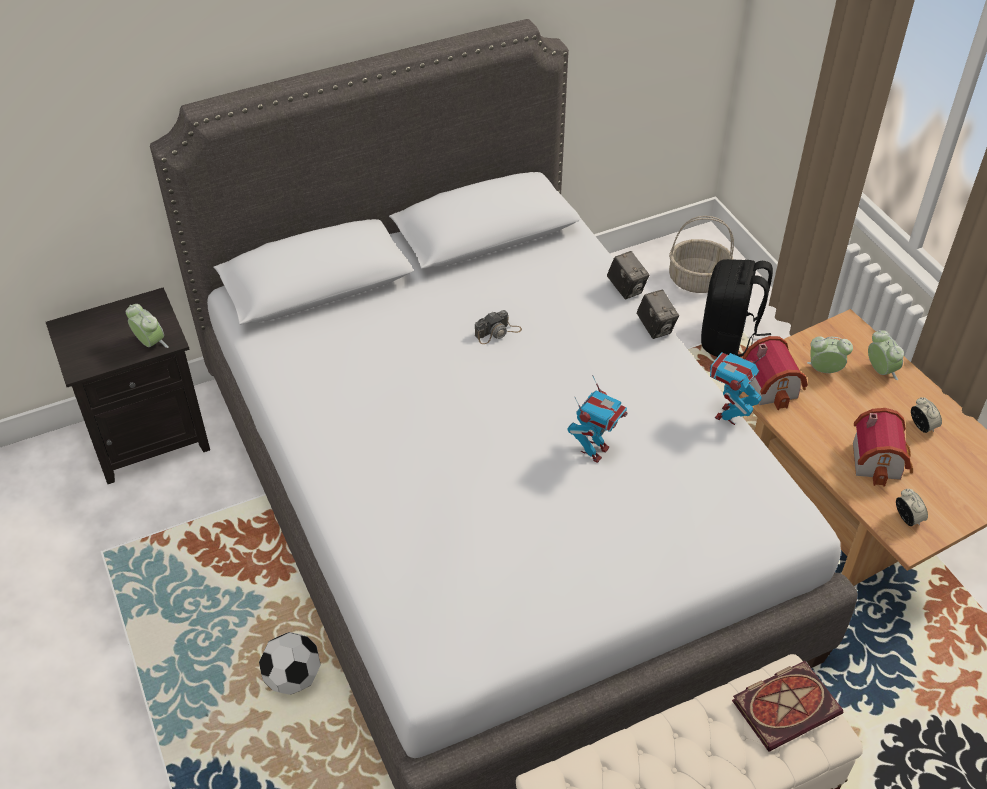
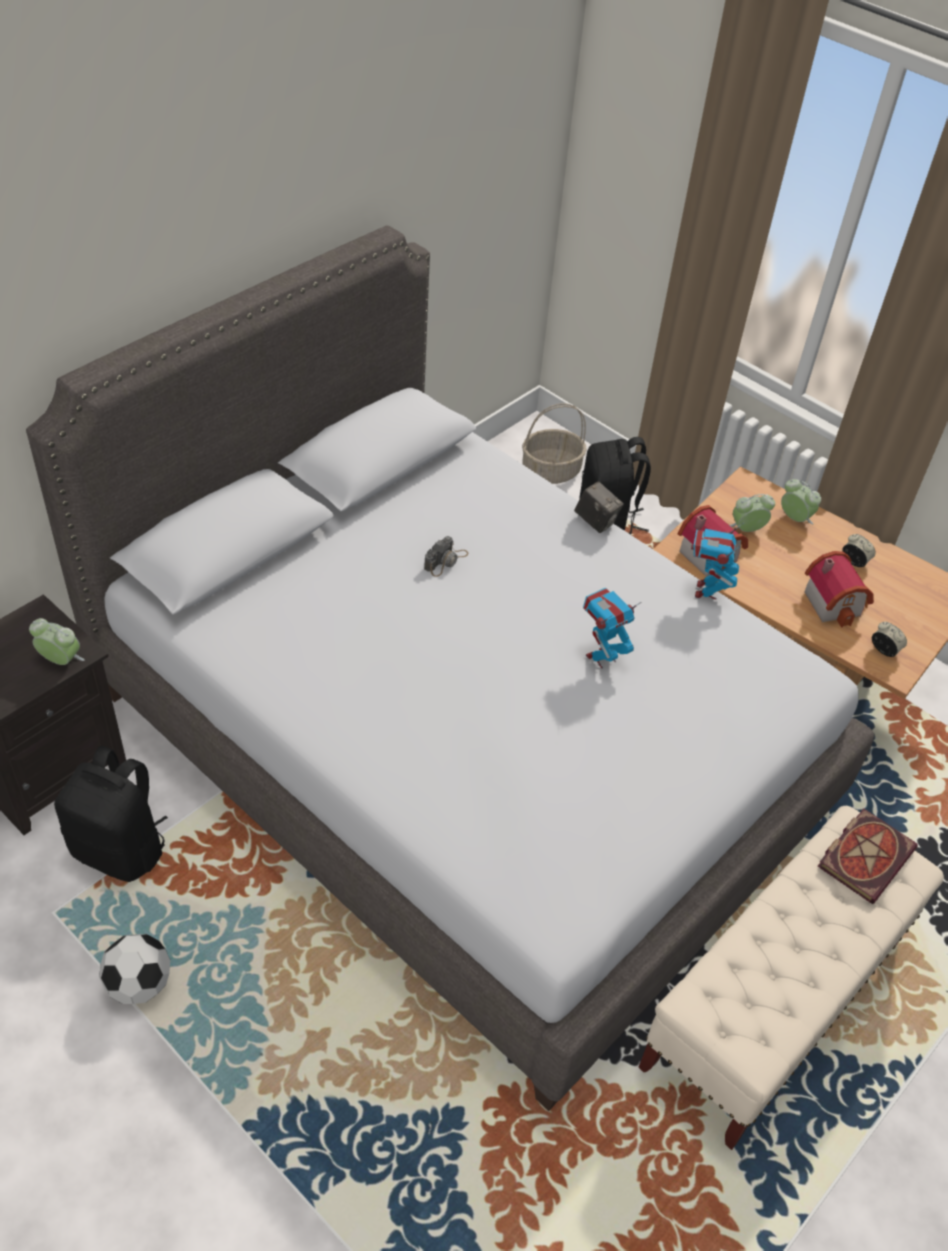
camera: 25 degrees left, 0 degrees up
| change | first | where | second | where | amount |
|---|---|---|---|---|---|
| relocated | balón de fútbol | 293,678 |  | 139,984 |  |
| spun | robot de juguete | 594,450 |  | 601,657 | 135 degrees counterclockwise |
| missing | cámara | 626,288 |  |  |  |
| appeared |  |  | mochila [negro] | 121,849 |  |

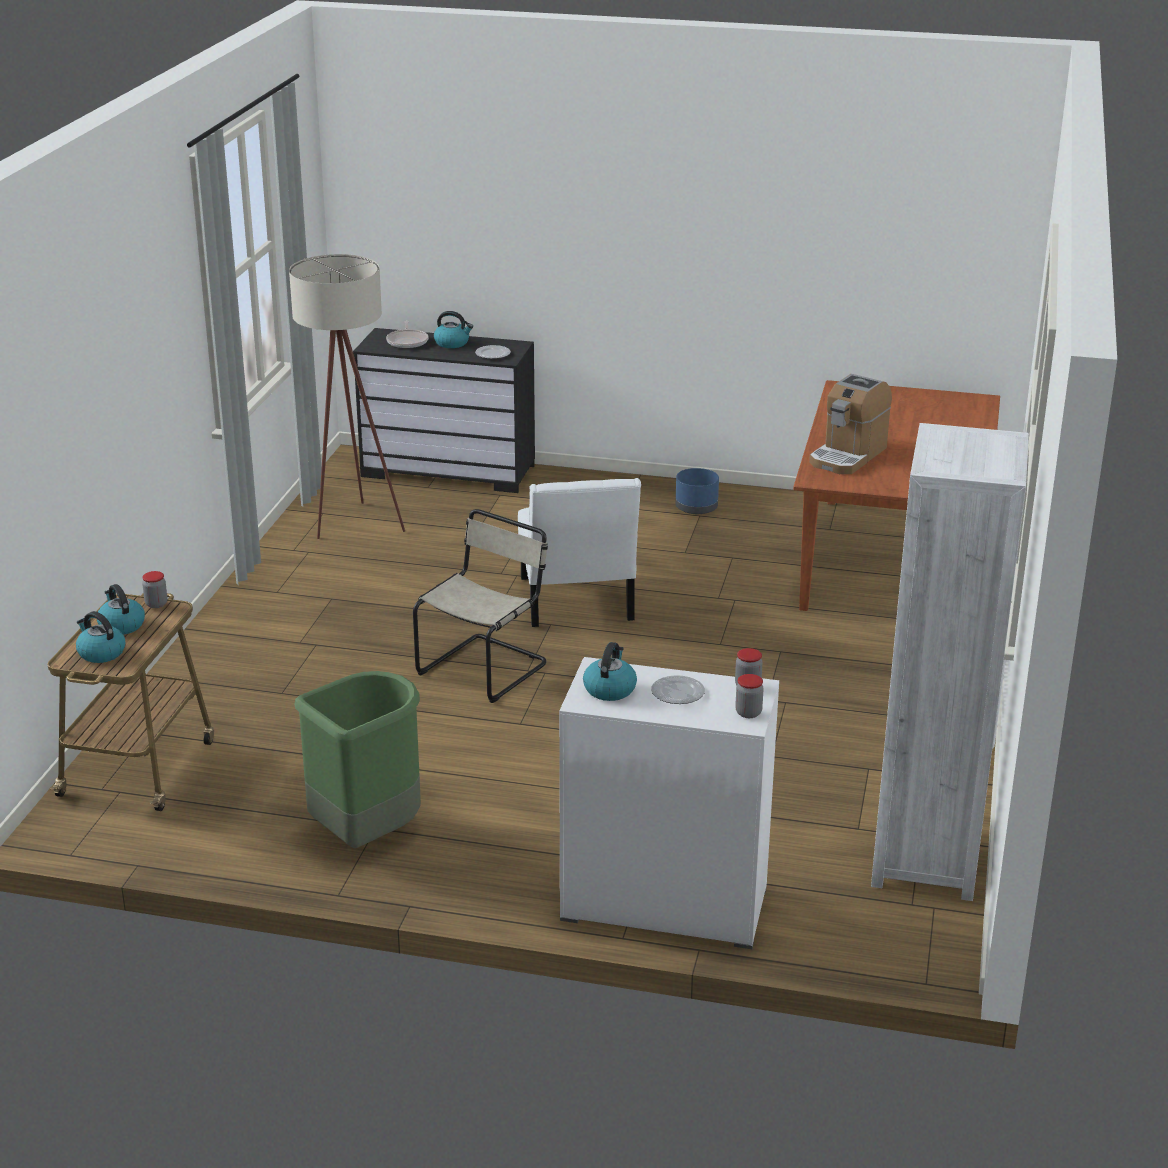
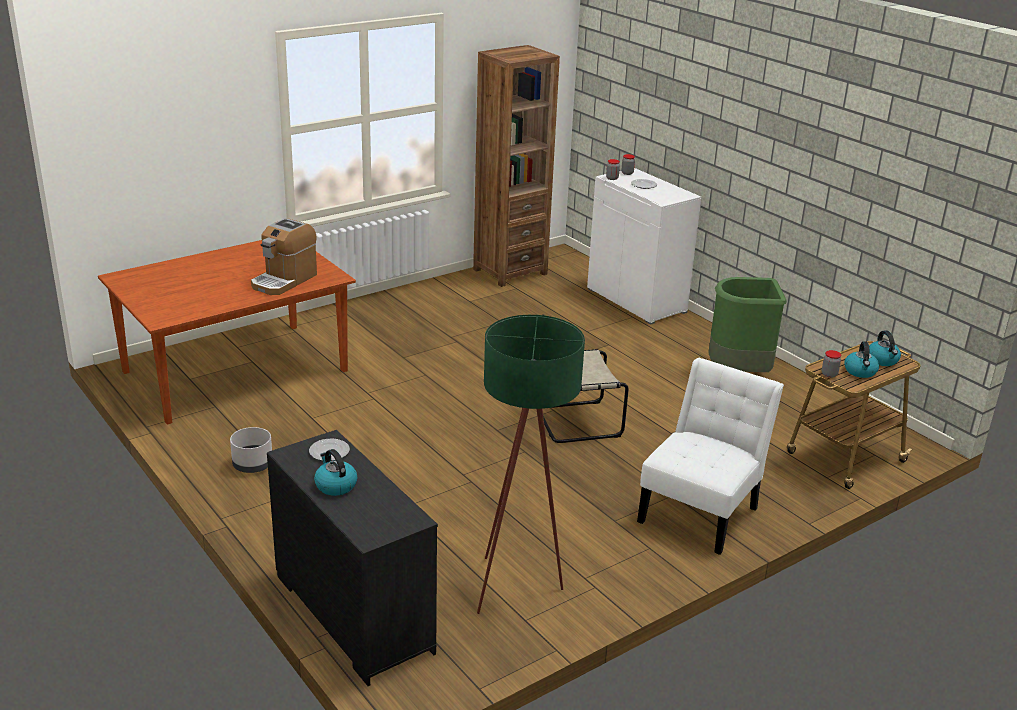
camera: 140 degrees left, 0 degrees up
| change | first | where | second | where | amount |
|---|---|---|---|---|---|
| colour | lámpara de pie [beis] | 352,527 | lámpara de pie [verde] | 520,587 |  |
| missing | sartén | 407,341 |  |  |  |
| relocated | silla [blanco] | 576,603 |  | 701,512 |  |
| missing | hervidor | 609,689 |  |  |  |
| colour | maceta [azul] | 696,508 | maceta [gris] | 252,465 |  |
| spun | cafetera | 848,456 |  | 284,280 | 135 degrees clockwise |
| colour | estantería [blanco] | 926,859 | estantería [marrón] | 510,272 |  |

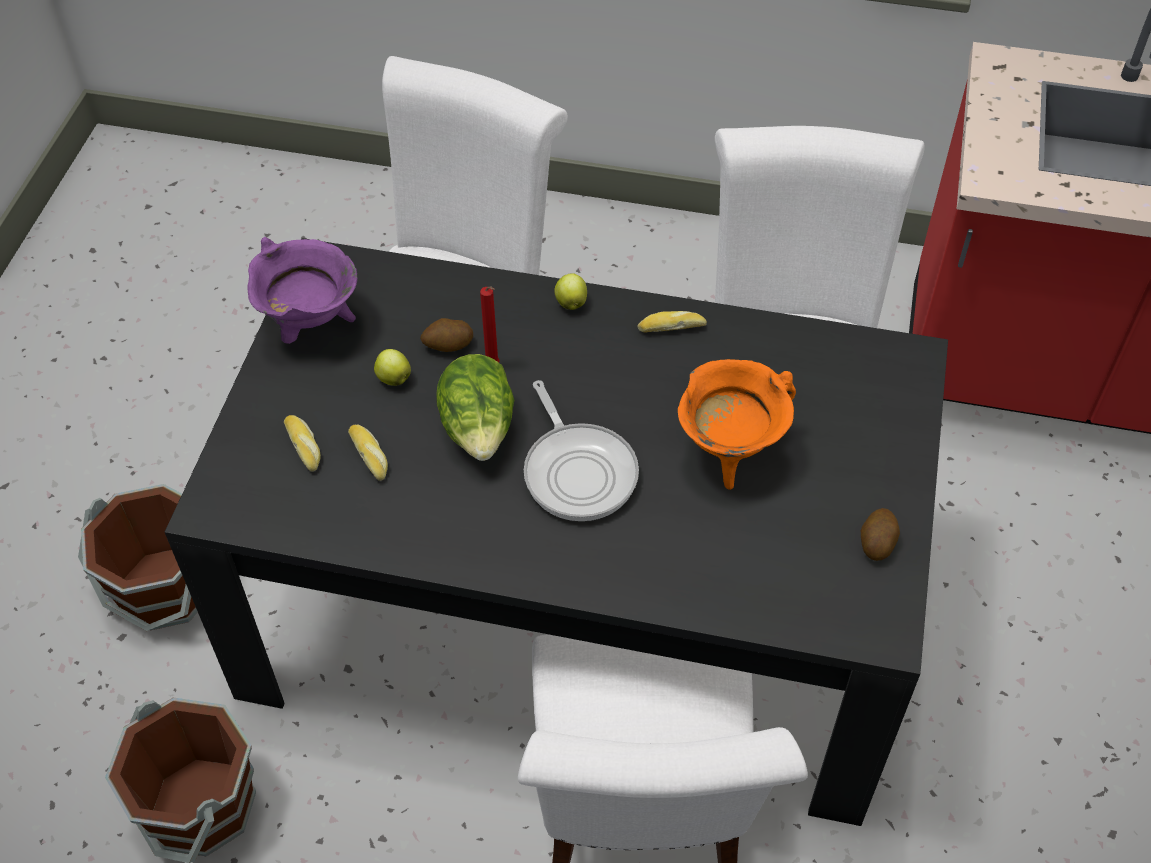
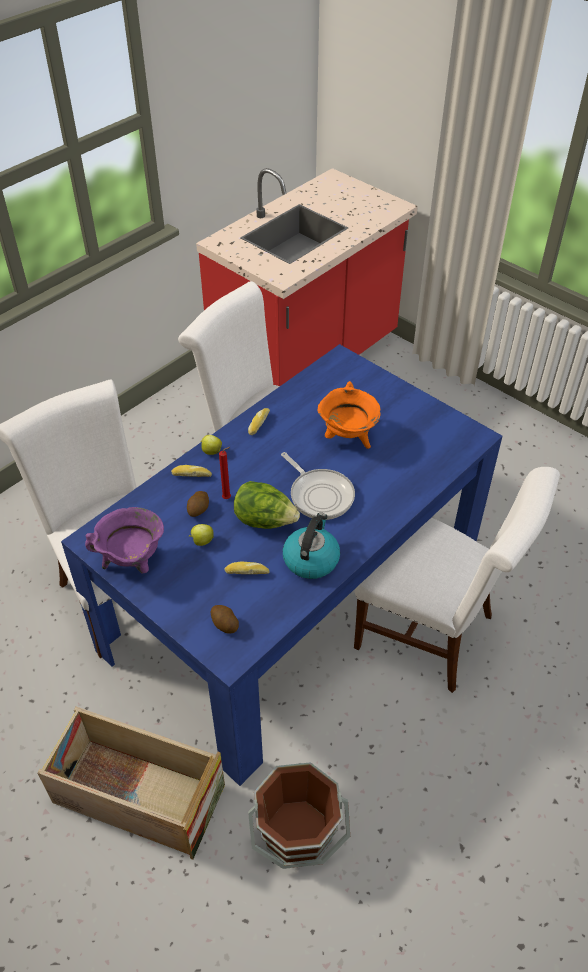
camera: 60 degrees left, 5 degrees down
| change | first | where | second | where | amount |
|---|---|---|---|---|---|
| exchanged | cubo [marrón] | 164,589 | caja de embalaje | 137,795 |  |
| colour | mesa de comedor [negro] | 578,606 | mesa de comedor [azul] | 294,598 |  |
| relocated | pan | 305,446 |  | 192,474 |  |
| spun | sartén | 578,471 |  | 319,495 | 45 degrees clockwise |
| relocated | patata | 877,542 |  | 224,624 |  |
| appeared |  |  | hervidor | 311,559 |  |

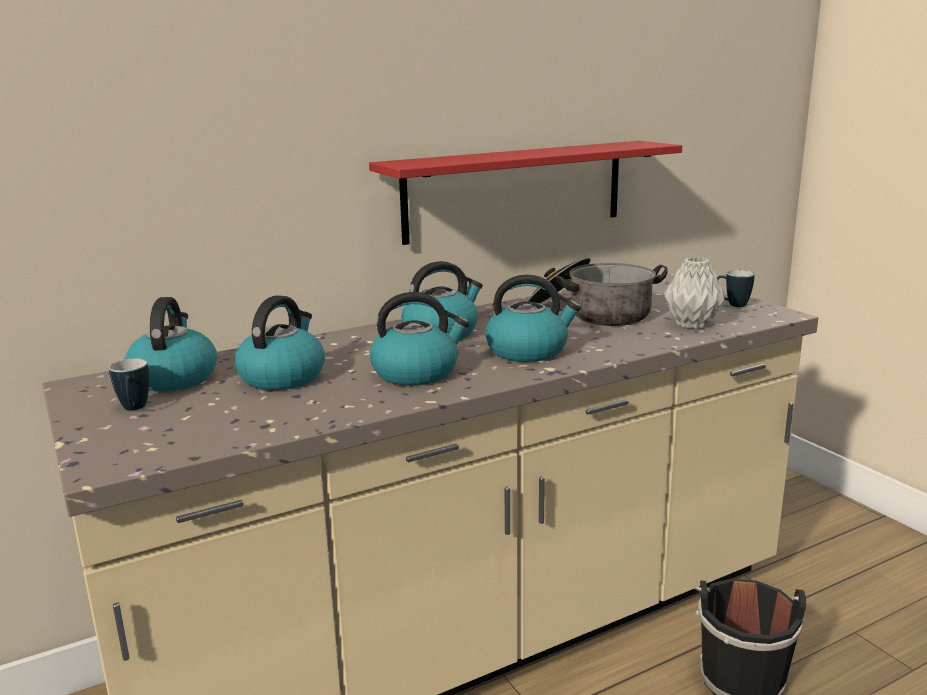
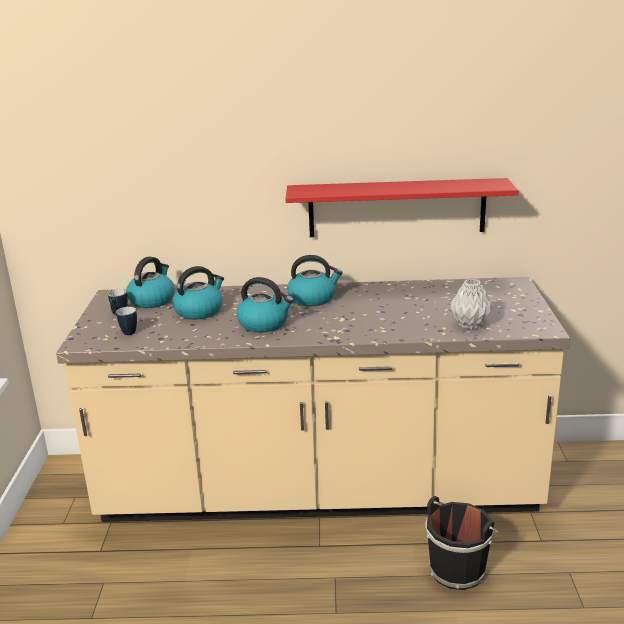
camera: 30 degrees right, 5 degrees up
| change | first | where | second | where | amount |
|---|---|---|---|---|---|
| missing | hervidor | 528,351 |  |  |  |
| missing | olla | 591,314 |  |  |  |
| relocated | taza grande | 732,304 |  | 127,331 |  |

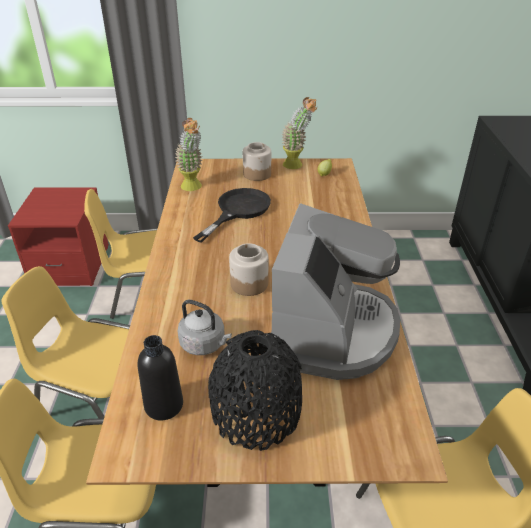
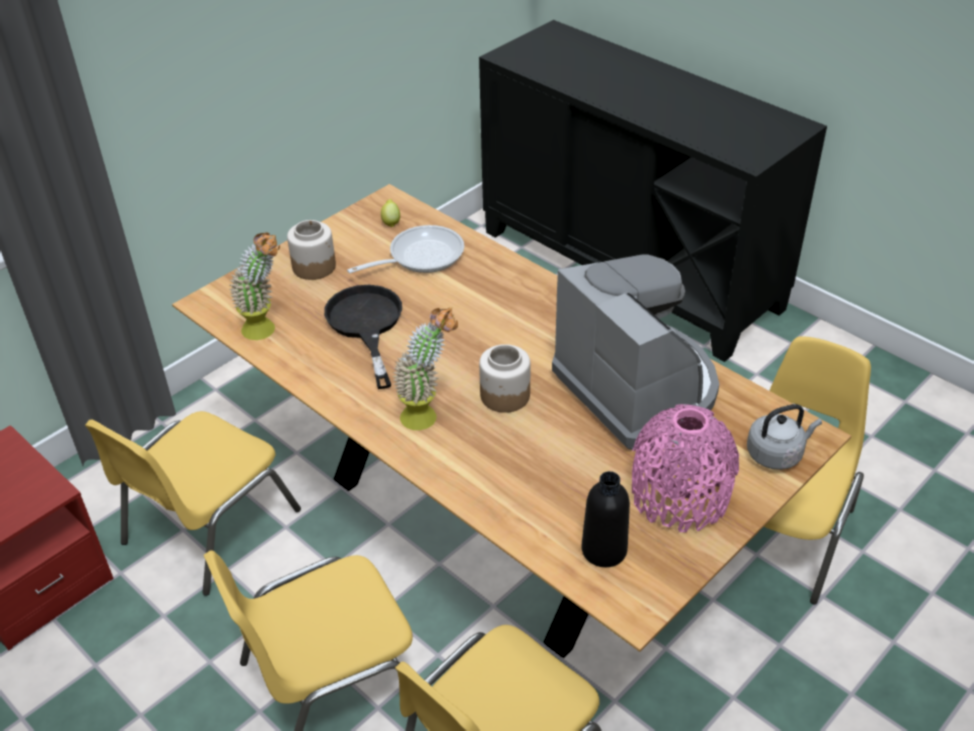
camera: 45 degrees left, 5 degrees up
| change | first | where | second | where | amount |
|---|---|---|---|---|---|
| relocated | hervidor [gris] | 205,344 |  | 777,454 |  |
| colour | florero [negro] | 256,413 | florero [rosa] | 679,496 |  |
| relocated | planta en maceta | 297,166 |  | 428,415 |  |
| appeared |  |  | sartén | 420,256 |  |

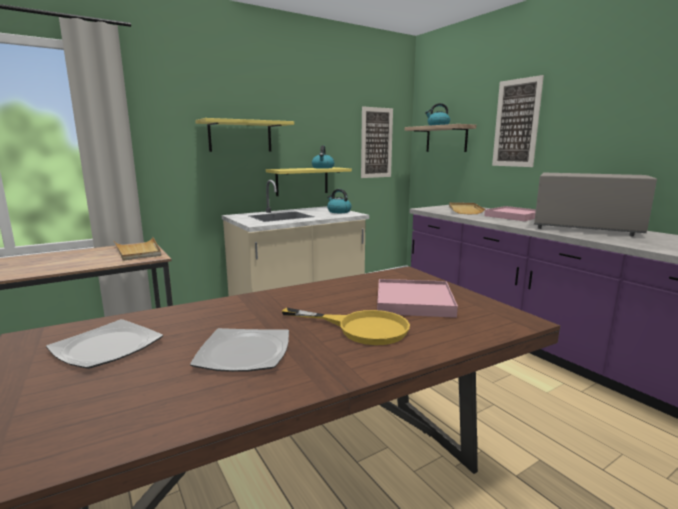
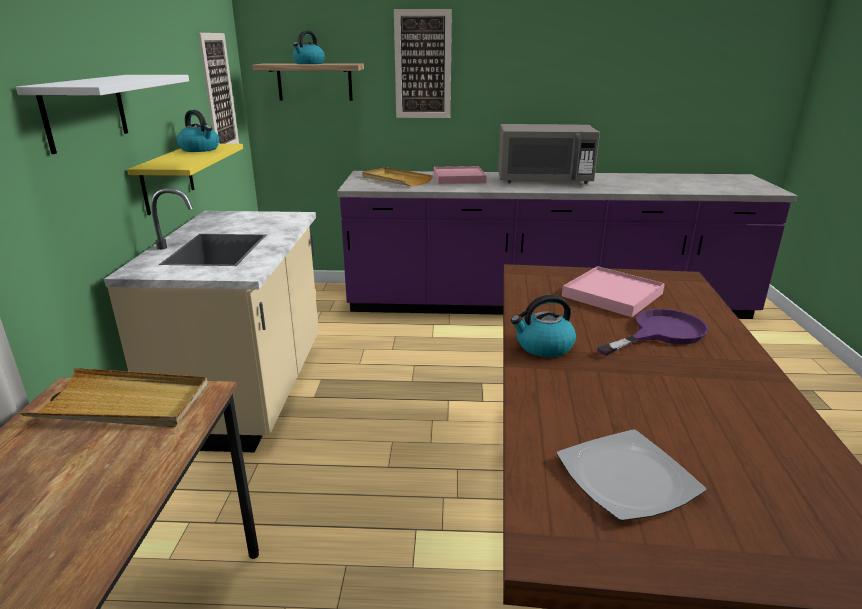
camera: 55 degrees left, 10 degrees up
| change | first | where | second | where | amount |
|---|---|---|---|---|---|
| missing | plato | 244,353 |  |  |  |
| colour | estante [amarillo] | 240,136 | estante [blanco] | 85,111 |  |
| colour | sartén [amarillo] | 360,328 | sartén [morado] | 660,333 |  |
| relocated | hervidor | 338,212 |  | 543,346 |  |
| spun | microondas [gris] | 585,229 |  | 543,181 | 150 degrees counterclockwise |

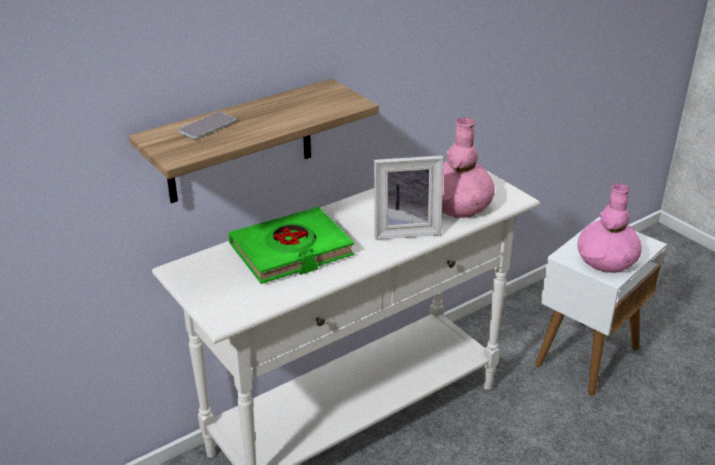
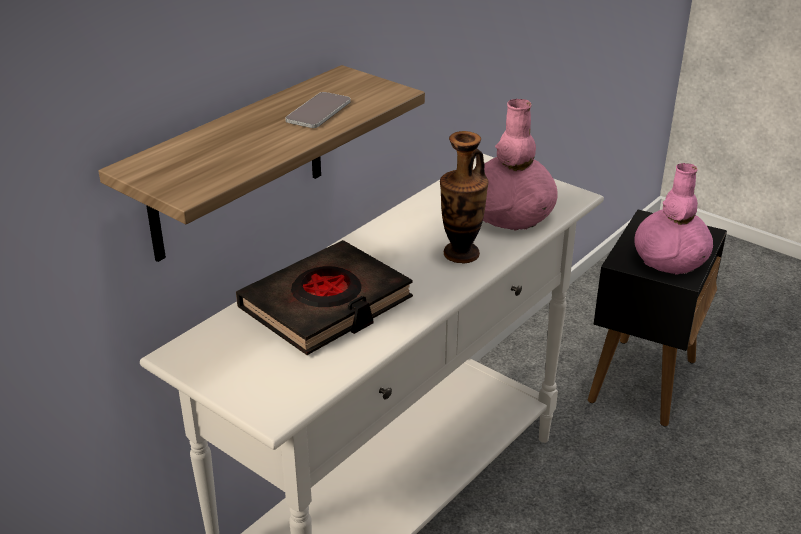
camera: 15 degrees left, 0 degrees up
| change | first | where | second | where | amount |
|---|---|---|---|---|---|
| relocated | móvil | 207,126 |  | 318,111 |  |
| colour | libro [verde] | 291,251 | libro [negro] | 326,305 |  |
| exchanged | portarretratos | 406,229 | florero | 461,254 |  |
| colour | mesa auxiliar [blanco] | 587,356 | mesa auxiliar [negro] | 643,380 |  |

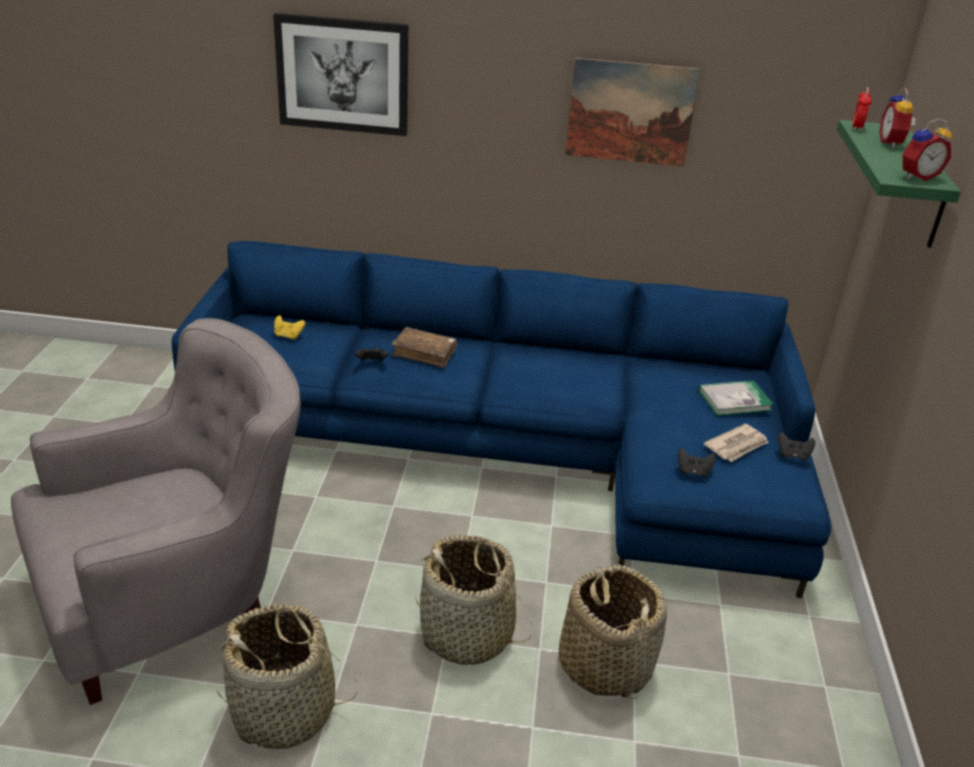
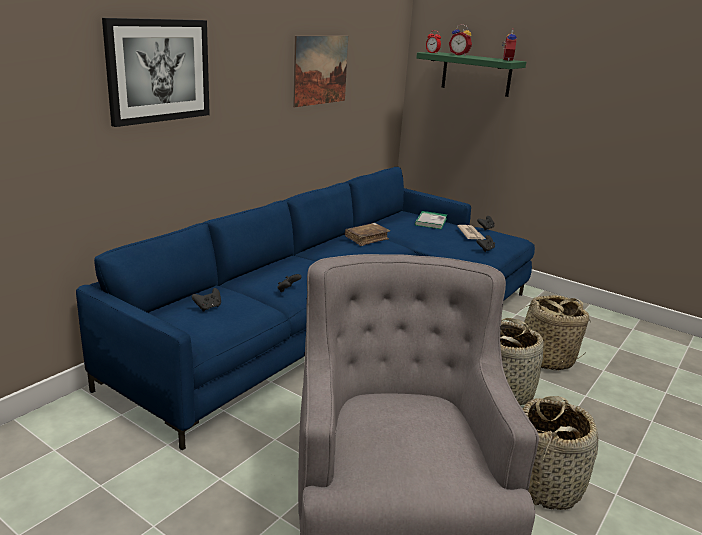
camera: 60 degrees left, 10 degrees down
| change | first | where | second | where | amount |
|---|---|---|---|---|---|
| colour | mando de consola [amarillo] | 288,336 | mando de consola [negro] | 208,307 |  |
| relocated | libro [marrón] | 424,353 |  | 366,239 |  |

